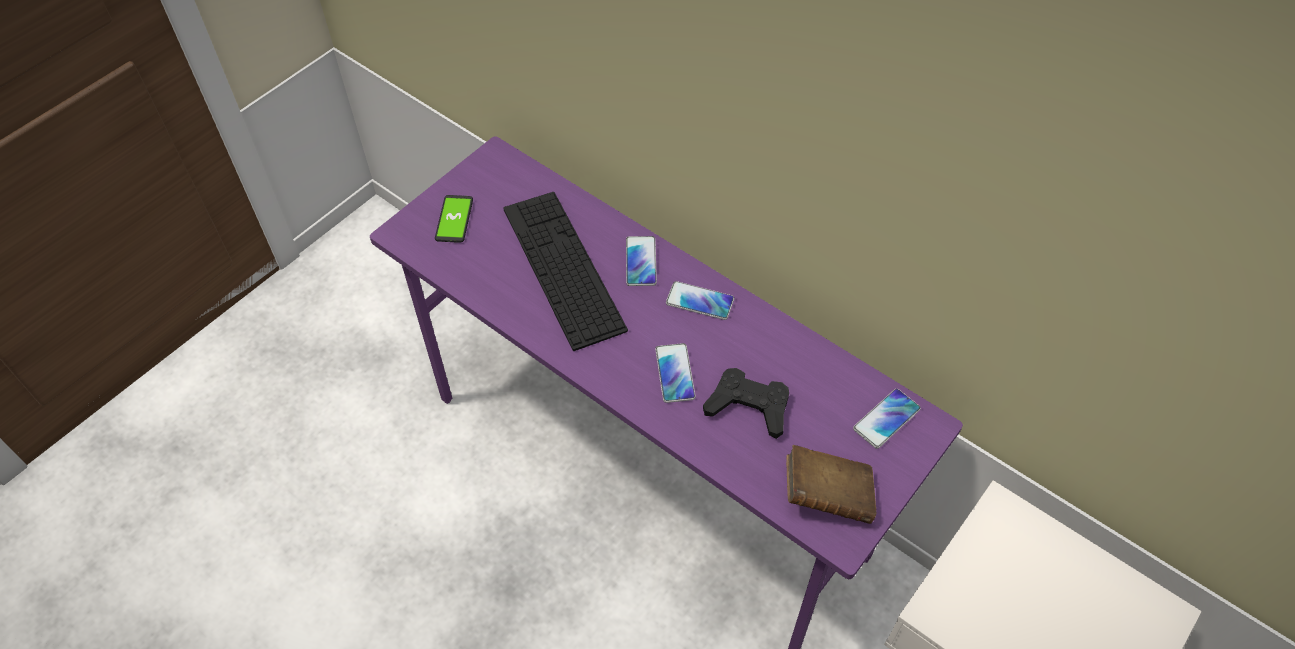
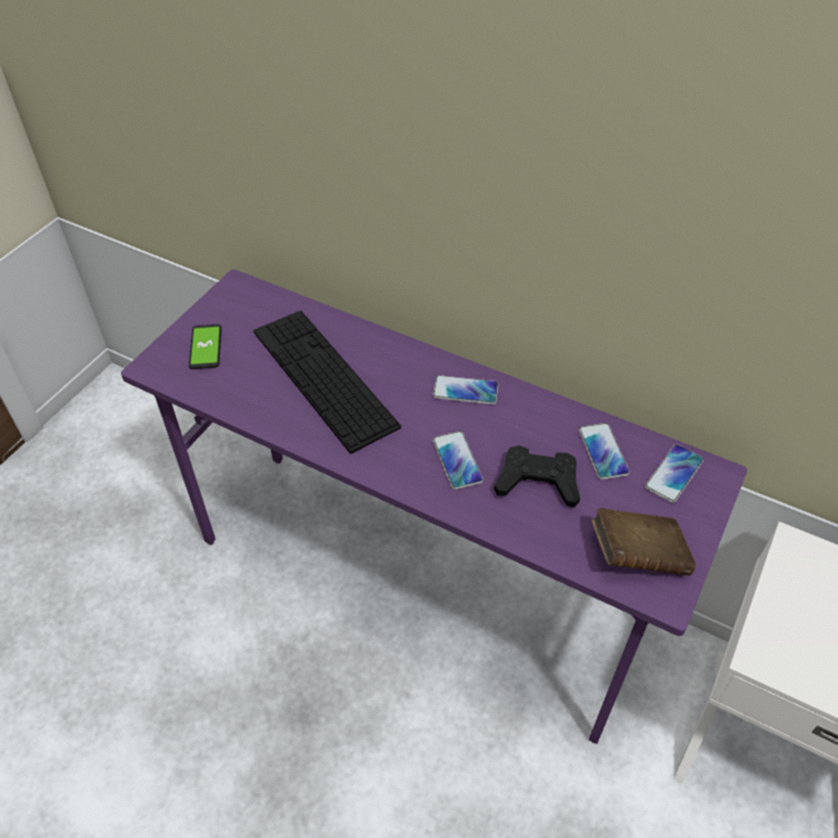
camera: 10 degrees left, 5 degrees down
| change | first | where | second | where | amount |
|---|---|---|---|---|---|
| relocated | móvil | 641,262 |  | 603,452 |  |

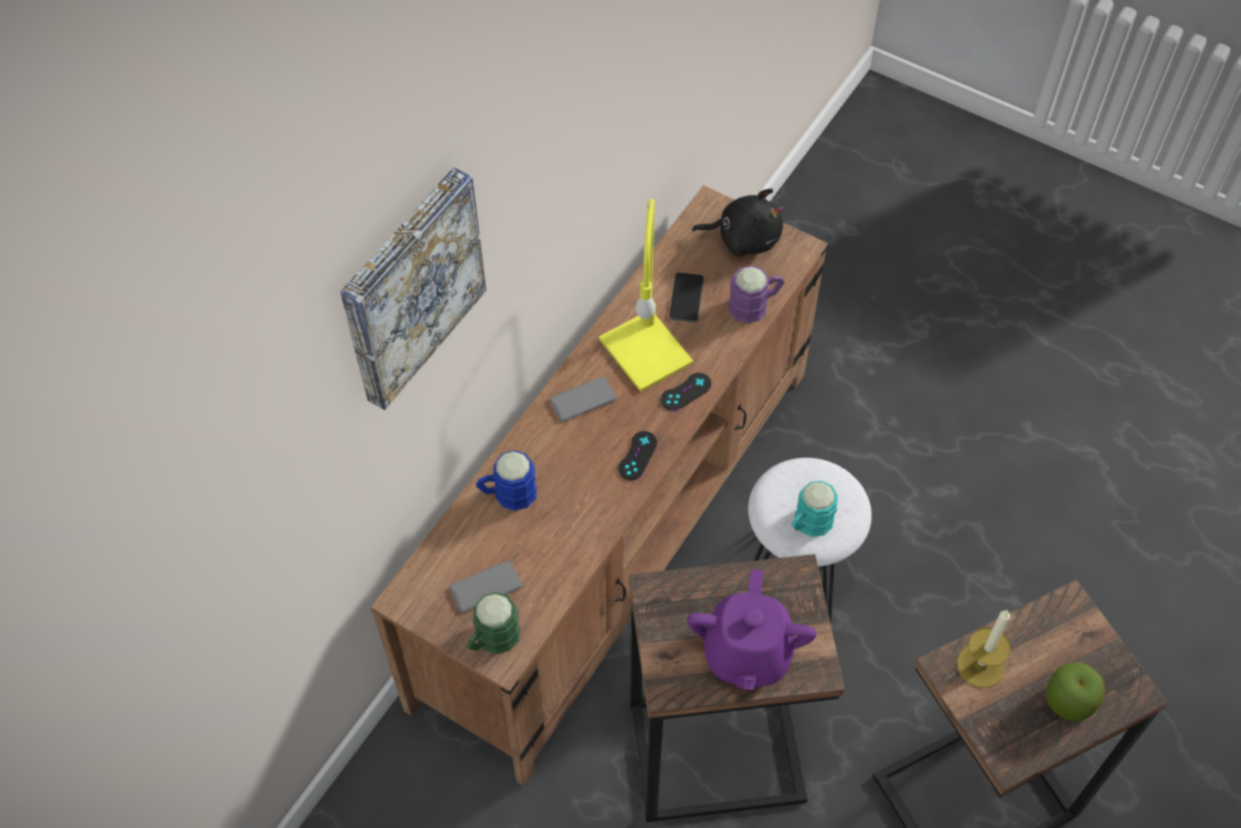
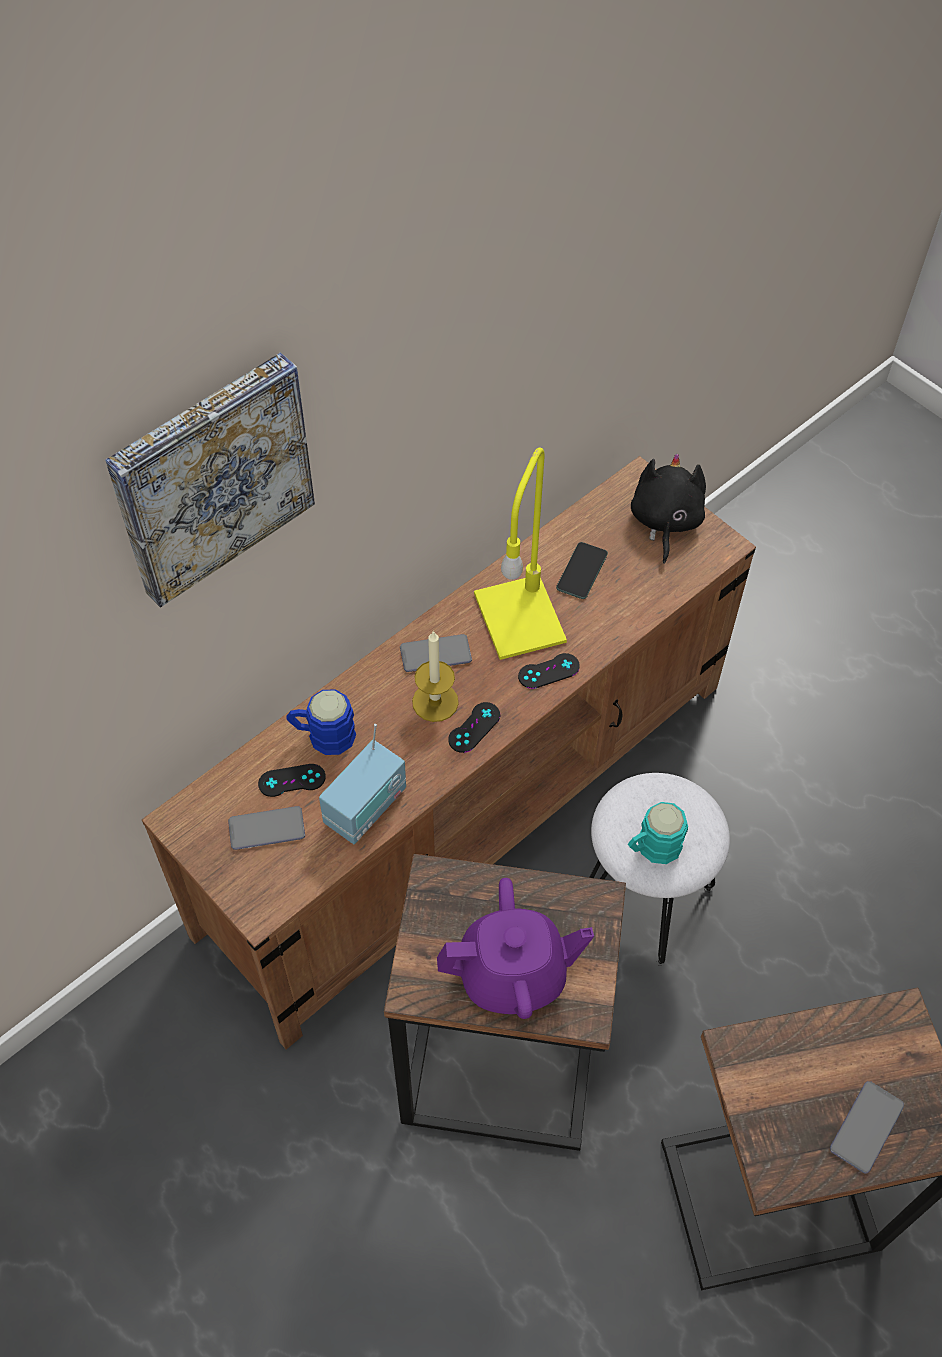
camera: 15 degrees right, 0 degrees up
| change | first | where | second | where | amount |
|---|---|---|---|---|---|
| missing | taza grande [verde] | 492,639 |  |  |  |
| spun | tetera [morado] | 746,653 |  | 513,974 | 120 degrees counterclockwise |
| spun | peluche [negro] | 744,238 |  | 665,521 | 105 degrees counterclockwise |
| missing | taza grande [morado] | 755,305 |  |  |  |
| relocated | vela | 980,665 |  | 435,702 |  |
| exchanged | manzana | 1069,701 | móvil | 866,1127 |  |
| appeared |  |  | mando de consola [negro] | 292,780 |  |
| appeared |  |  | radio | 366,807 |  |

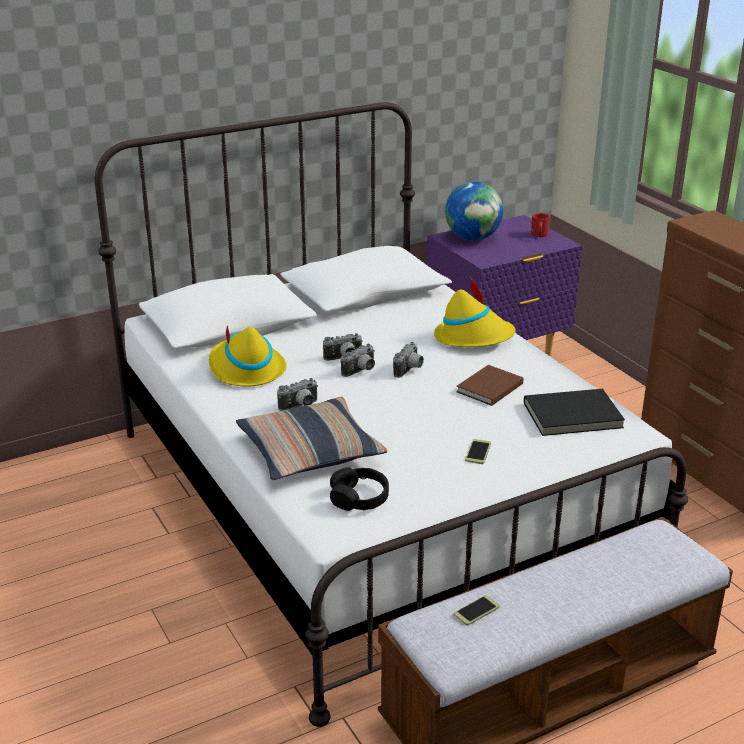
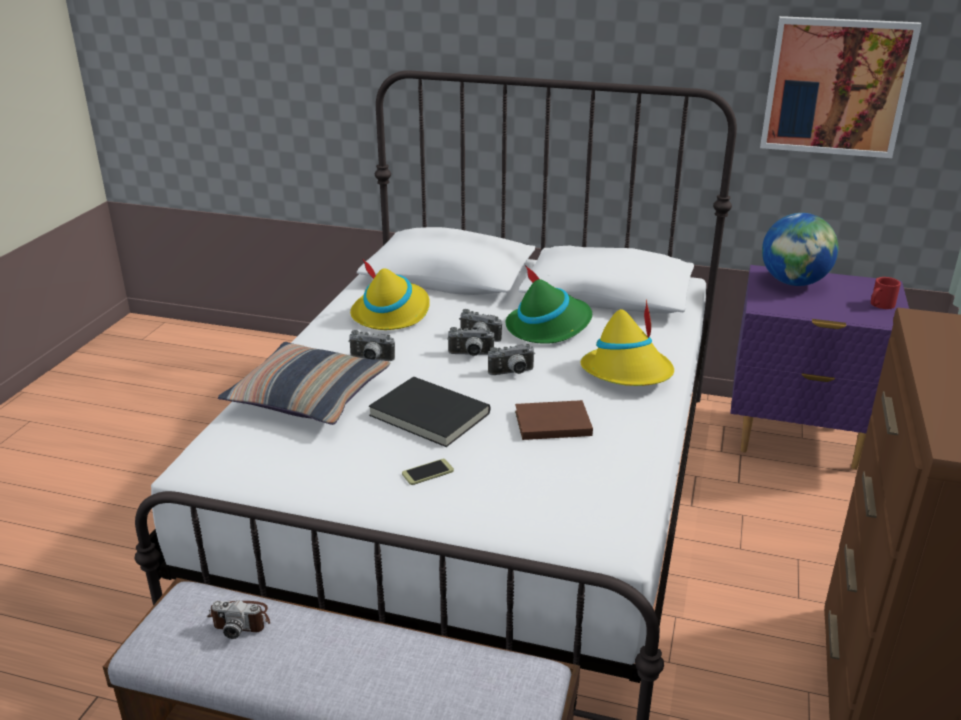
camera: 45 degrees right, 0 degrees up
| change | first | where | second | where | amount |
|---|---|---|---|---|---|
| missing | auriculares [negro] | 359,498 |  |  |  |
| exchanged | móvil | 476,610 | cámara | 241,619 |  |
| relocated | libro [negro] | 573,416 |  | 428,415 |  |
| appeared |  |  | sombrero [verde] | 549,326 |  |
| appeared |  |  | cuadro | 836,87 |  |

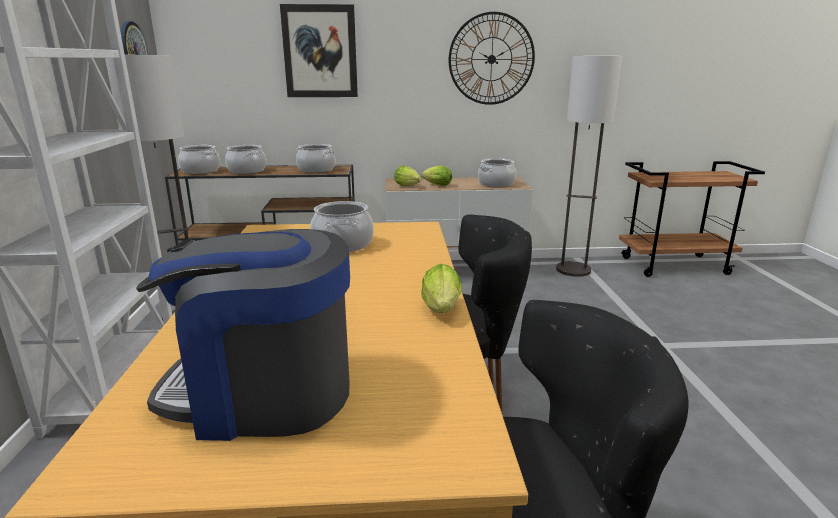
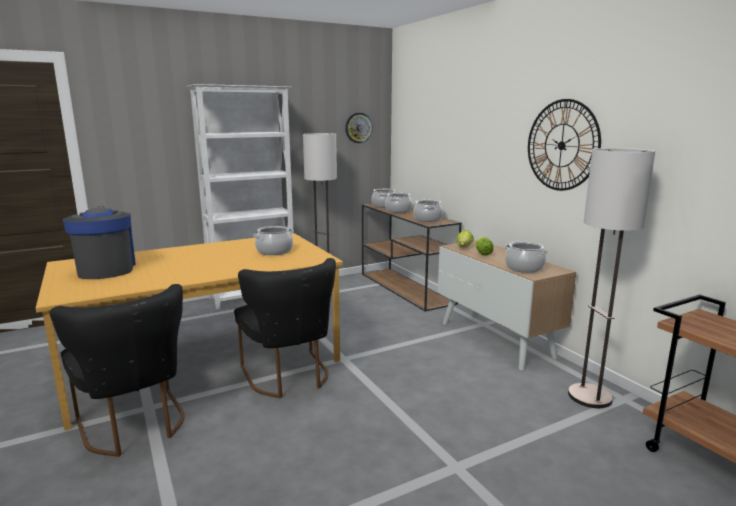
camera: 65 degrees right, 5 degrees down
| change | first | where | second | where | amount |
|---|---|---|---|---|---|
| missing | cuadro | 320,52 |  |  |  |
| missing | lechuga | 442,311 |  |  |  |

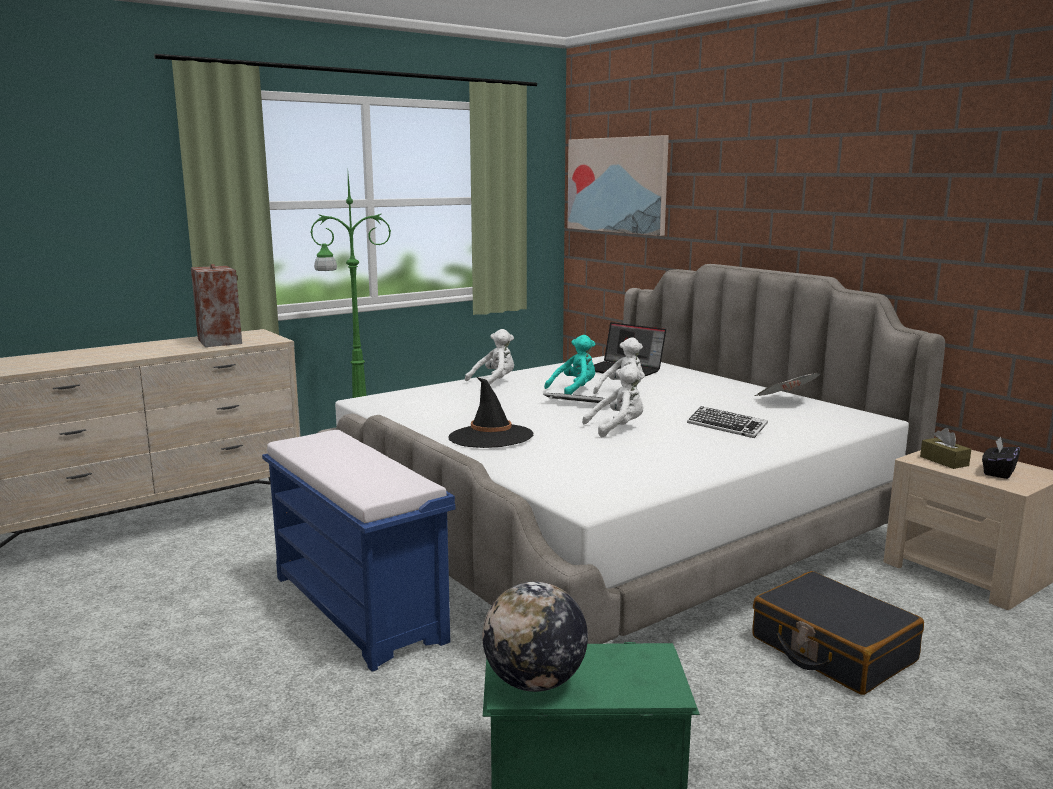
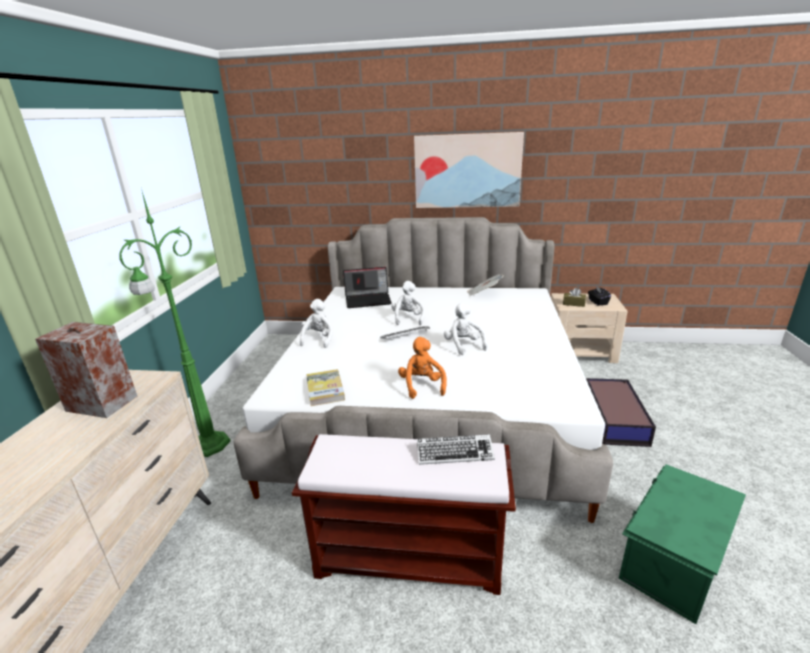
camera: 45 degrees left, 10 degrees up
| change | first | where | second | where | amount |
|---|---|---|---|---|---|
| colour | banco [azul] | 360,608 | banco [marrón] | 410,555 |  |
| exchanged | sombrero [negro] | 490,437 | peluche [naranja] | 422,386 |  |
| missing | globo terráqueo | 535,682 |  |  |  |
| missing | peluche [turquesa] | 574,390 |  |  |  |
| relocated | cuadro | 617,185 |  | 467,171 |  |
| spun | peluche [blanco] | 617,428 |  | 463,345 | 45 degrees counterclockwise |
| relocated | teclado | 726,427 |  | 454,453 |  |
| exchanged | maleta [negro] | 832,649 | caja de almacenaje | 614,418 |  |
| appeared |  |  | libro | 325,389 |  |

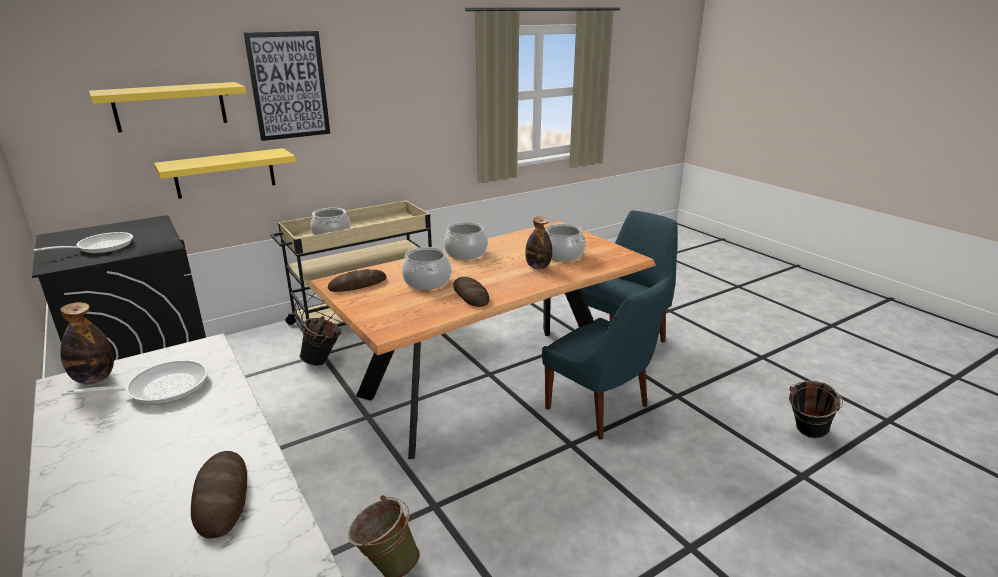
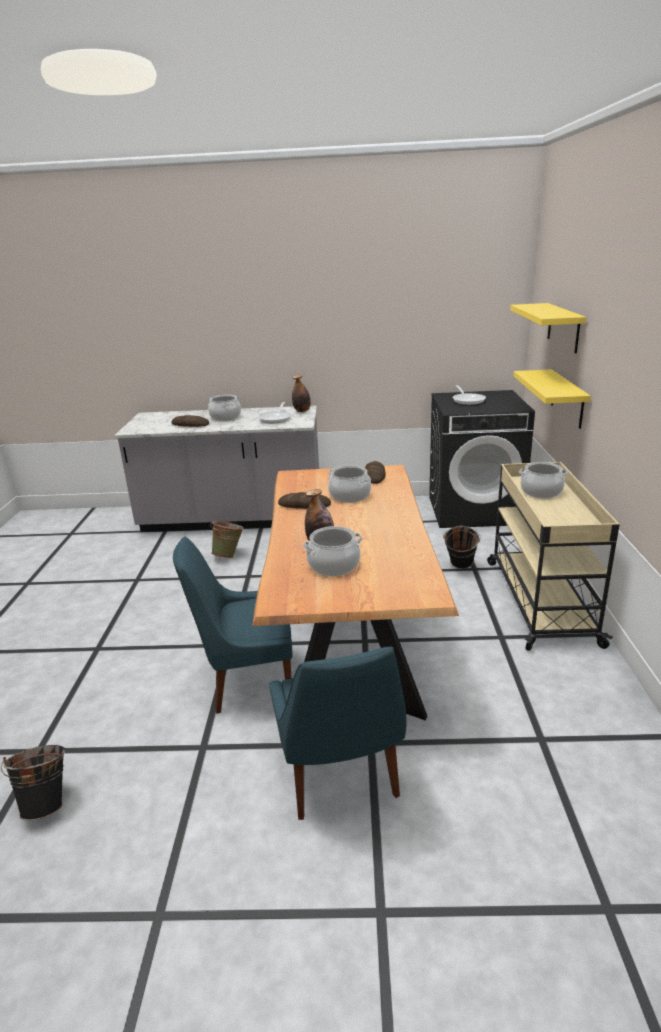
camera: 125 degrees right, 0 degrees up
| change | first | where | second | where | amount |
|---|---|---|---|---|---|
| missing | cuadro | 289,86 |  |  |  |
| relocated | olla | 465,253 |  | 225,417 |  |

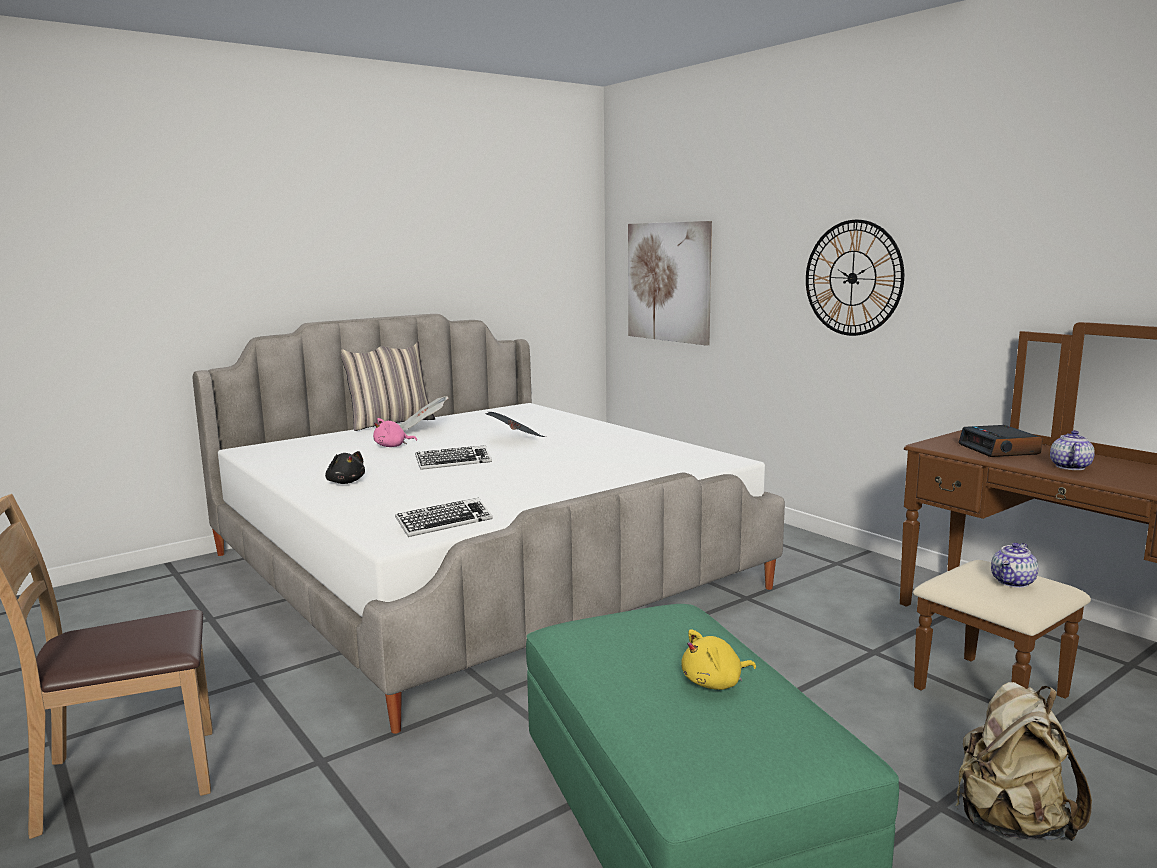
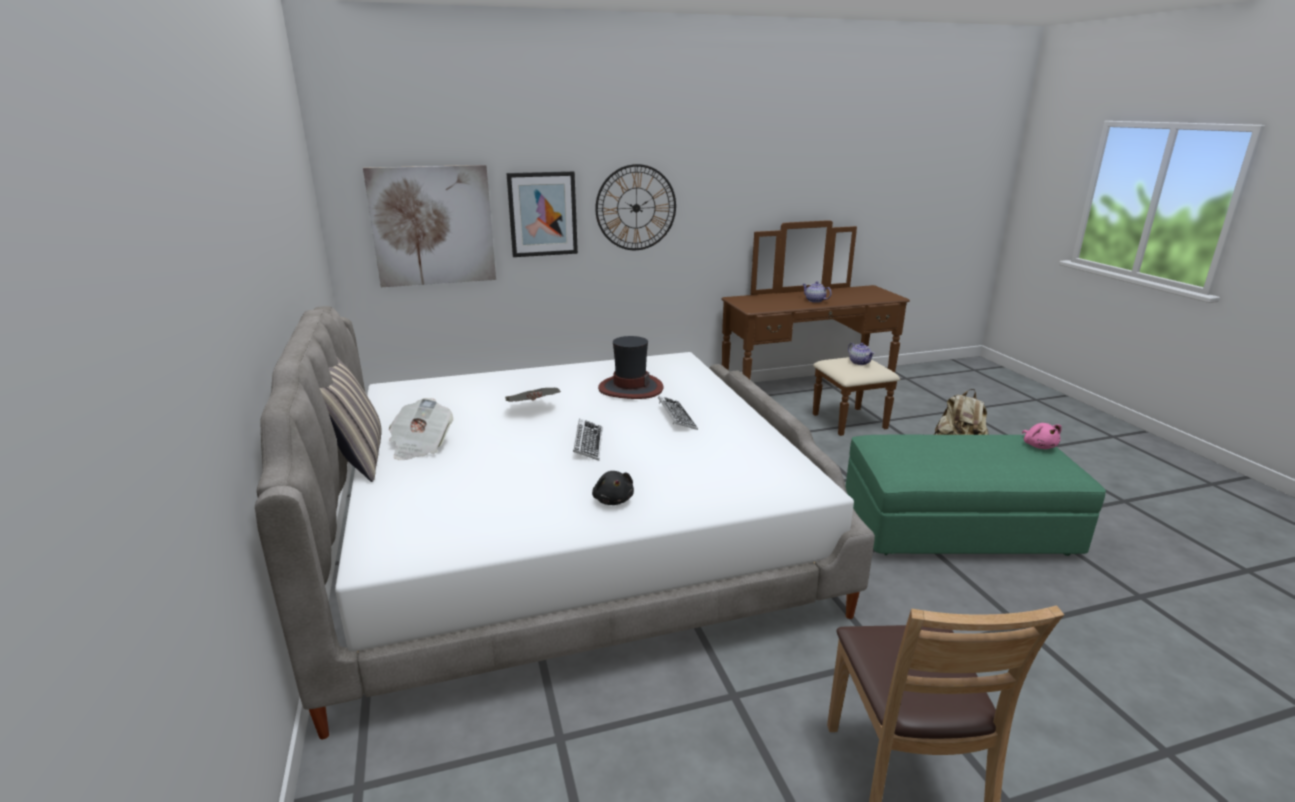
camera: 70 degrees left, 10 degrees up
| change | first | where | second | where | amount |
|---|---|---|---|---|---|
| spun | peluche [negro] | 345,482 |  | 613,500 | 90 degrees clockwise |
| relocated | peluche [rosa] | 392,446 |  | 1039,446 |  |
| relocated | teclado | 444,523 |  | 676,417 |  |
| missing | peluche [amarillo] | 715,683 |  |  |  |
| missing | despertador | 999,449 |  |  |  |
| appeared |  |  | cuadro | 542,214 |  |
| appeared |  |  | sombrero | 630,388 |  |

